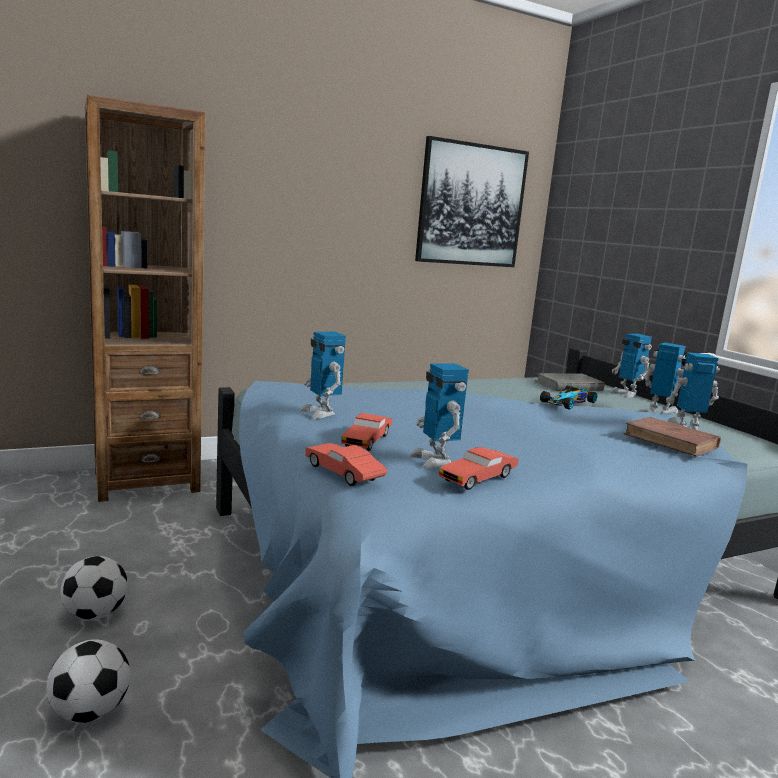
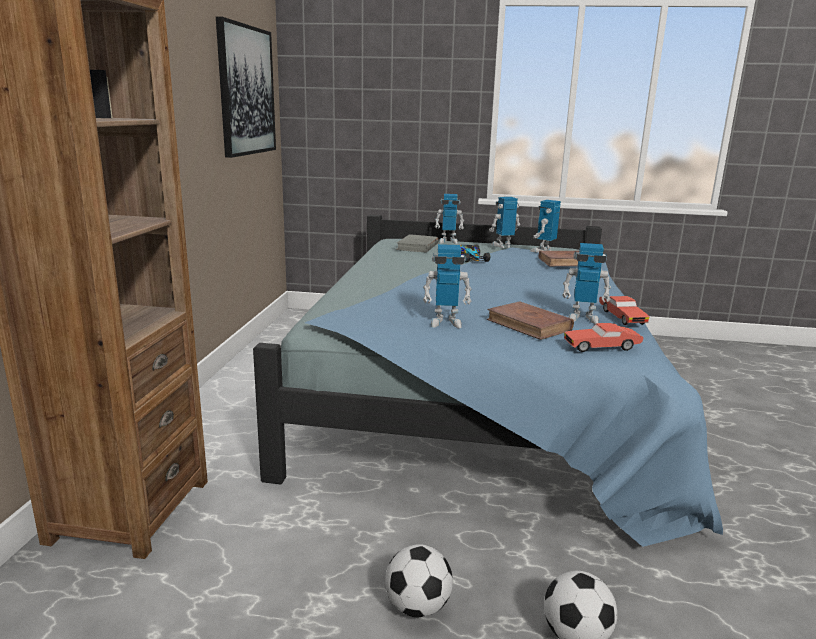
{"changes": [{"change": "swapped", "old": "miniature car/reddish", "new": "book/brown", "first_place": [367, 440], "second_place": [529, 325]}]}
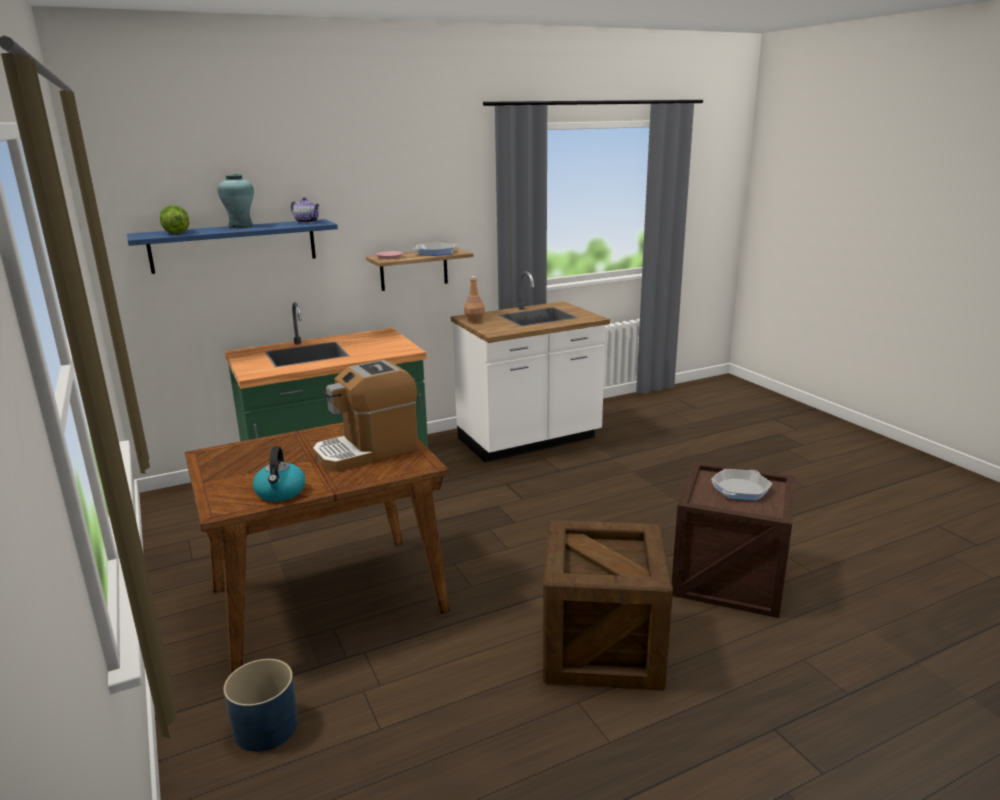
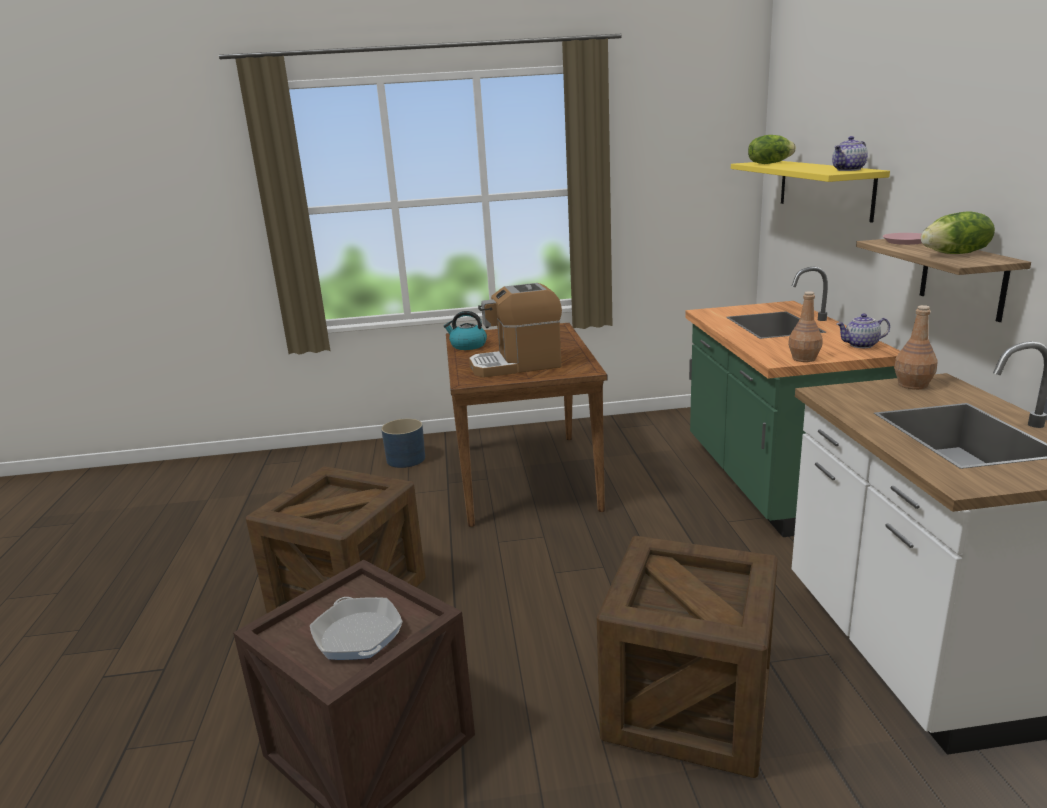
{"changes": [{"change": "gone", "old": "vase/blue-green", "first_place": [241, 227]}, {"change": "repainted", "old": "shelf/blue", "new": "shelf/yellowish", "first_place": [234, 245], "second_place": [824, 188]}, {"change": "swapped", "old": "skillet", "new": "lettuce head", "first_place": [435, 252], "second_place": [955, 254]}, {"change": "rotated", "old": "coffee brewer", "first_place": [367, 451], "second_place": [516, 365], "degrees": -90}, {"change": "new", "new": "beverage bottle/brown", "second_place": [803, 359]}, {"change": "new", "new": "teapot", "second_place": [861, 345]}, {"change": "new", "new": "crate", "second_place": [688, 705]}]}
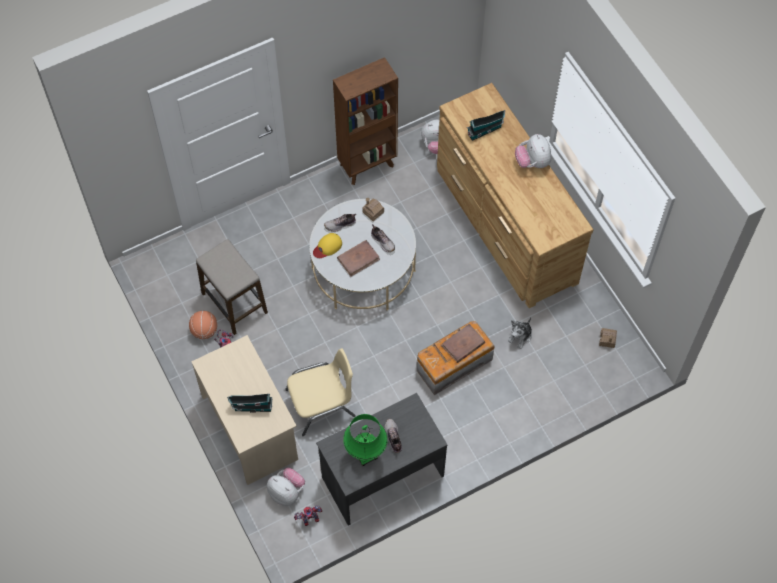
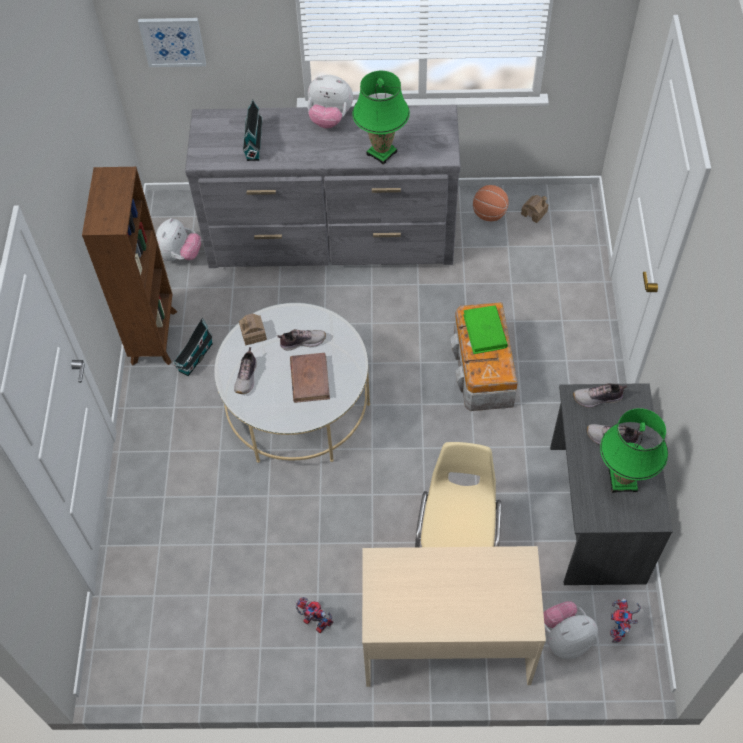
{"changes": [{"change": "repainted", "old": "dresser/brown", "new": "dresser/gray", "first_place": [505, 225], "second_place": [332, 238]}, {"change": "gone", "old": "baseball cap/yellowish", "first_place": [327, 247]}, {"change": "gone", "old": "sitting stool", "first_place": [234, 303]}, {"change": "shifted", "old": "basketball", "first_place": [204, 330], "second_place": [489, 214]}, {"change": "gone", "old": "cuddly toy", "first_place": [520, 336]}, {"change": "repainted", "old": "book/brown", "new": "book/green-coloured", "first_place": [463, 344], "second_place": [484, 331]}, {"change": "shifted", "old": "miniature house", "first_place": [251, 407], "second_place": [194, 359]}, {"change": "new", "new": "picture", "second_place": [173, 41]}, {"change": "new", "new": "table lamp/green-coloured", "second_place": [382, 153]}, {"change": "new", "new": "item of footwear", "second_place": [598, 398]}]}
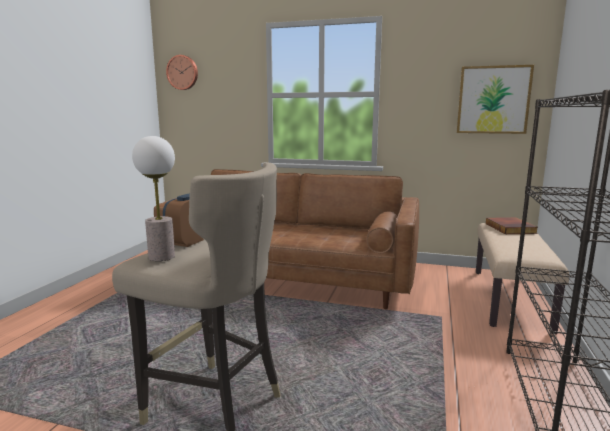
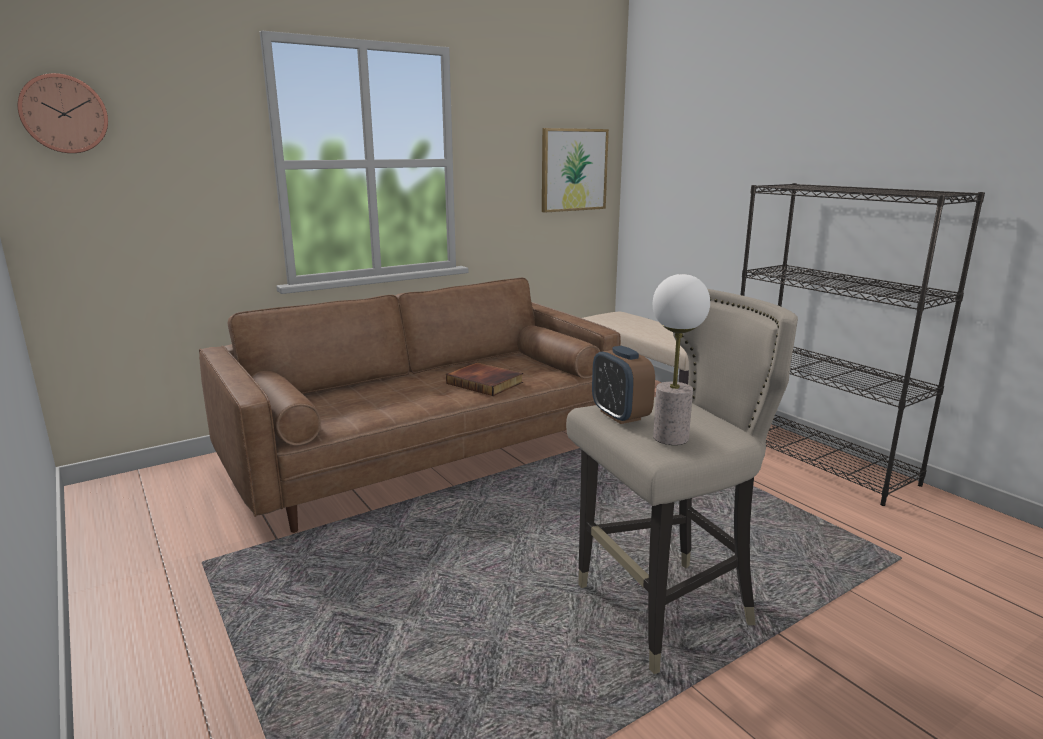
{"changes": [{"change": "shifted", "old": "book", "first_place": [511, 228], "second_place": [486, 382]}]}
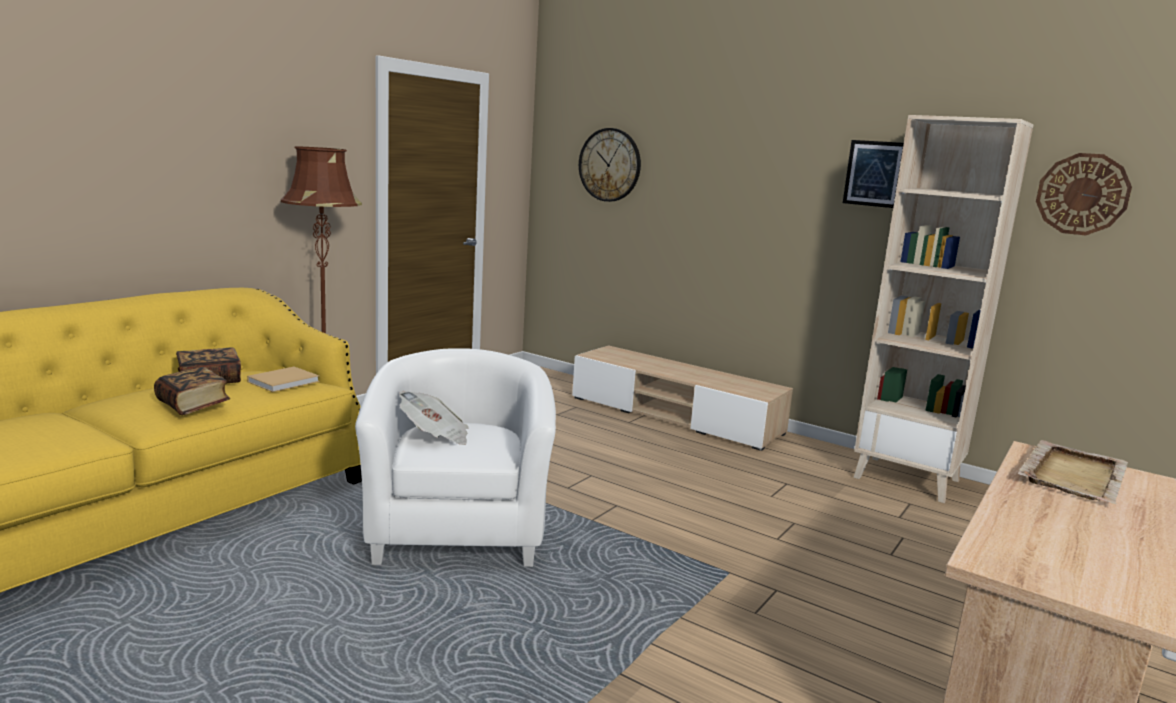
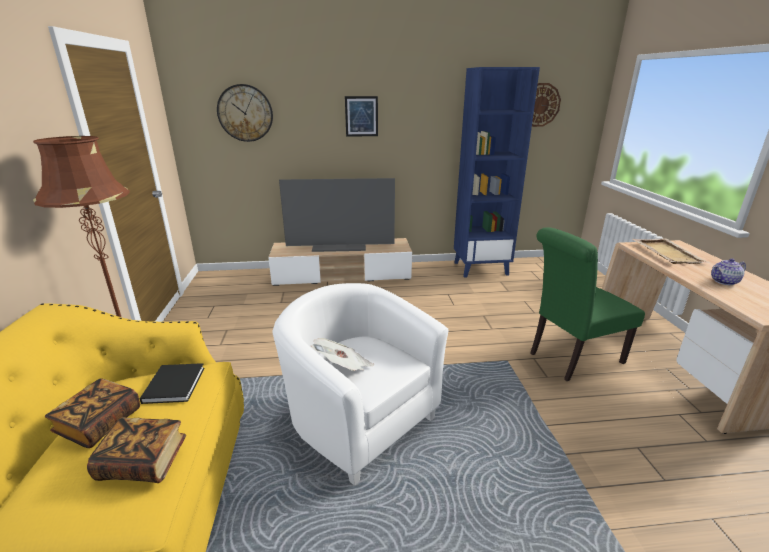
{"changes": [{"change": "repainted", "old": "bookshelf/beige-coloured", "new": "bookshelf/blue", "first_place": [907, 479], "second_place": [481, 268]}, {"change": "shifted", "old": "picture", "first_place": [874, 173], "second_place": [361, 116]}, {"change": "repainted", "old": "book/beige-coloured", "new": "book/blackish", "first_place": [285, 381], "second_place": [175, 383]}, {"change": "new", "new": "TV", "second_place": [340, 246]}, {"change": "new", "new": "upright chair/green-coloured", "second_place": [571, 358]}, {"change": "new", "new": "teapot", "second_place": [724, 281]}]}
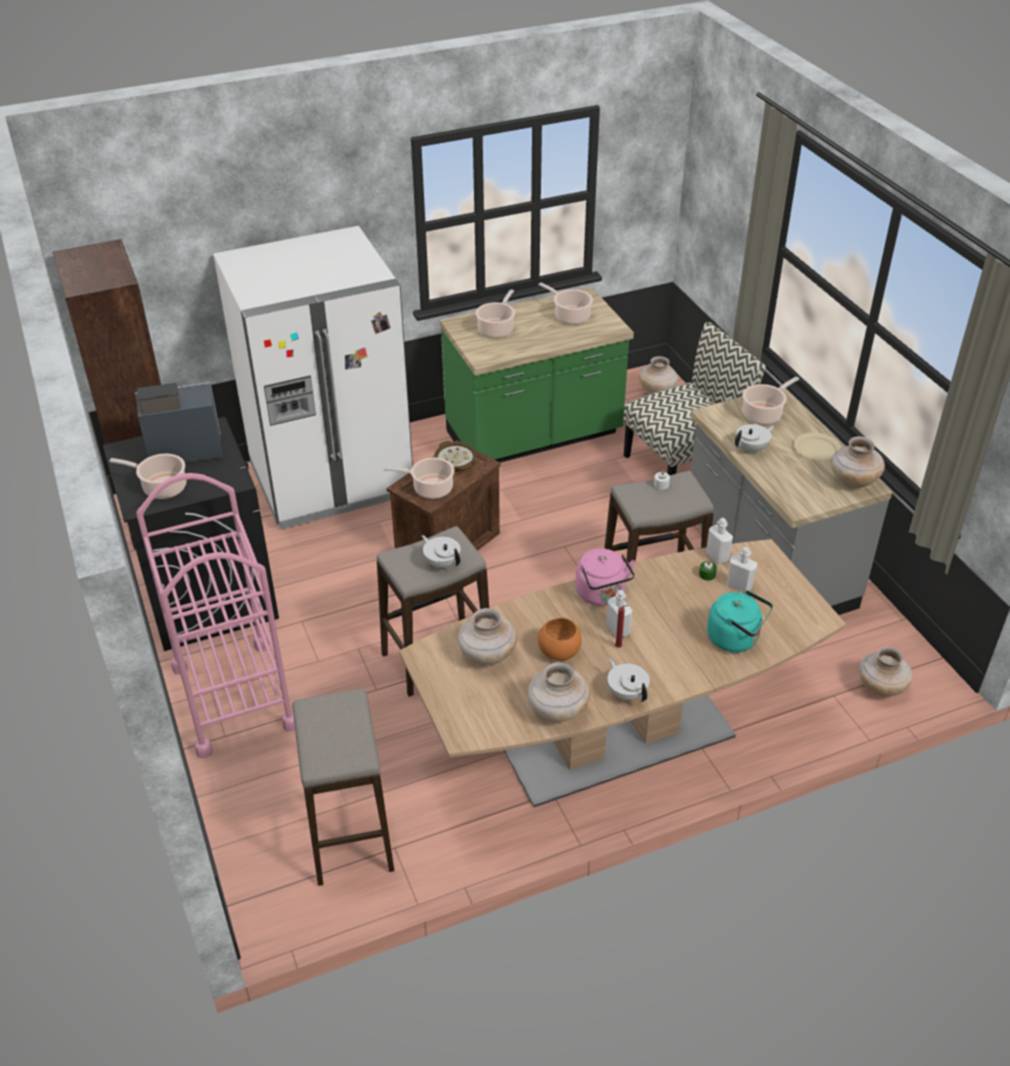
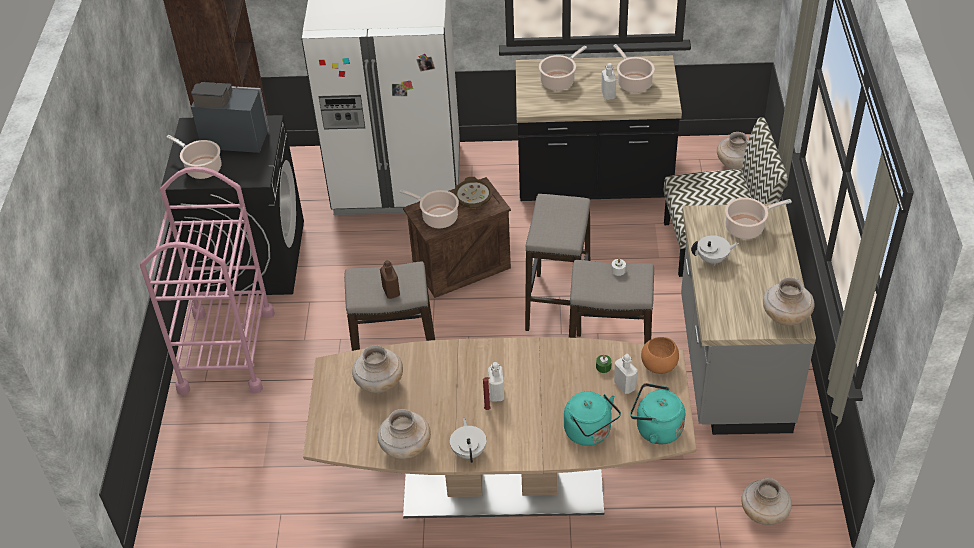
{"changes": [{"change": "repainted", "old": "kitchen base unit/green-coloured", "new": "kitchen base unit/blackish", "first_place": [534, 436], "second_place": [593, 182]}, {"change": "gone", "old": "plate/beige-coloured", "first_place": [816, 449]}, {"change": "shifted", "old": "beverage bottle/white", "first_place": [717, 556], "second_place": [608, 94]}, {"change": "swapped", "old": "teapot/white", "new": "beverage bottle/brown", "first_place": [442, 563], "second_place": [391, 292]}, {"change": "gone", "old": "water kettle/pink-coloured", "first_place": [602, 595]}, {"change": "shifted", "old": "serving bowl/orange-coloured", "first_place": [560, 651], "second_place": [660, 365]}, {"change": "shifted", "old": "sitting stool", "first_place": [349, 834], "second_place": [558, 305]}, {"change": "new", "new": "water kettle/blue-green", "second_place": [655, 429]}]}
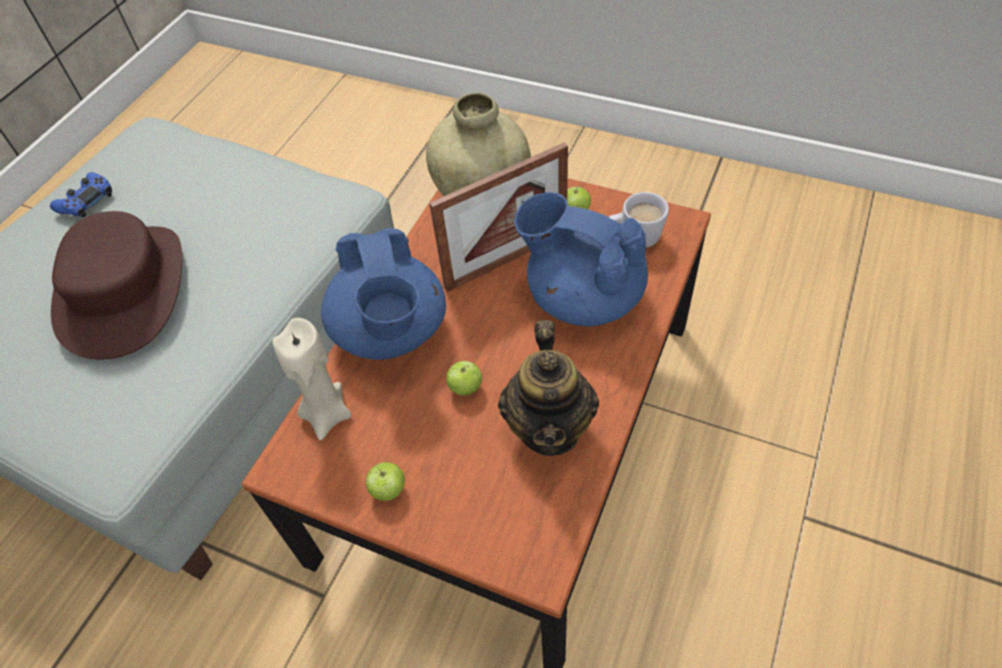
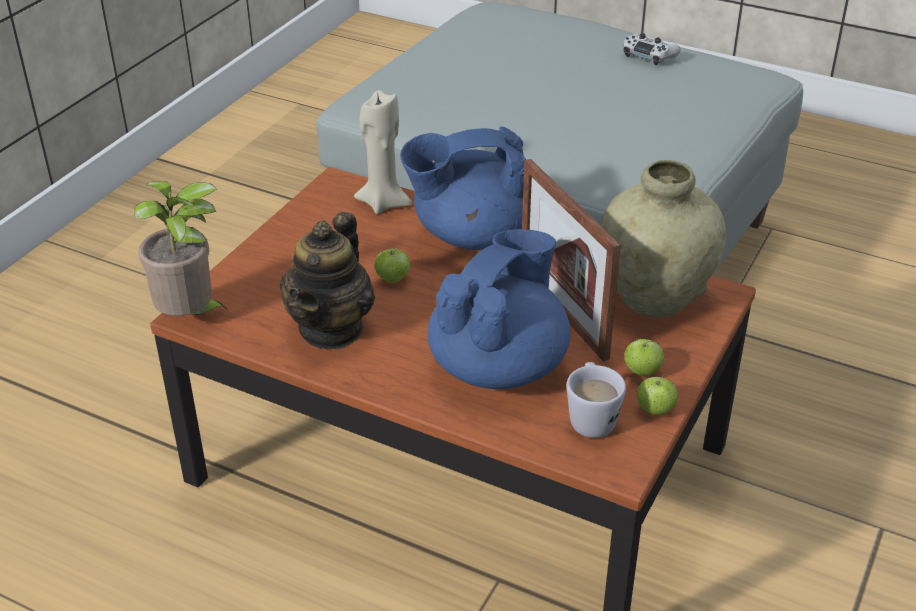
{"changes": [{"change": "repainted", "old": "joypad/blue", "new": "joypad/white", "first_place": [86, 201], "second_place": [649, 55]}, {"change": "gone", "old": "clothing hat/brown", "first_place": [125, 290]}, {"change": "rotated", "old": "teapot", "first_place": [550, 427], "second_place": [332, 329], "degrees": -75}, {"change": "shifted", "old": "apple", "first_place": [388, 490], "second_place": [655, 410]}, {"change": "new", "new": "potted plant", "second_place": [191, 318]}]}
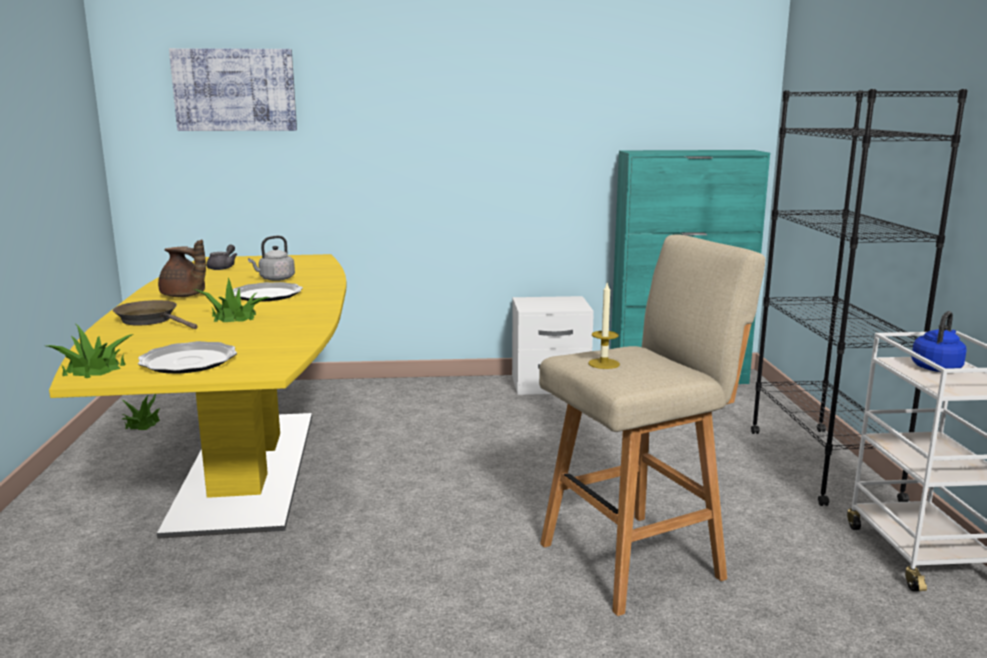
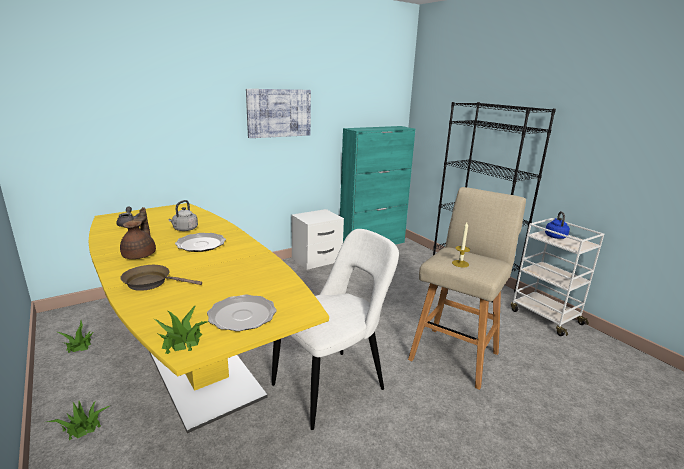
{"changes": [{"change": "shifted", "old": "picture", "first_place": [235, 90], "second_place": [279, 113]}, {"change": "rotated", "old": "teapot/brown", "first_place": [184, 296], "second_place": [140, 254], "degrees": -90}, {"change": "shifted", "old": "potted plant", "first_place": [234, 317], "second_place": [82, 426]}, {"change": "new", "new": "upright chair/white", "second_place": [333, 385]}]}
